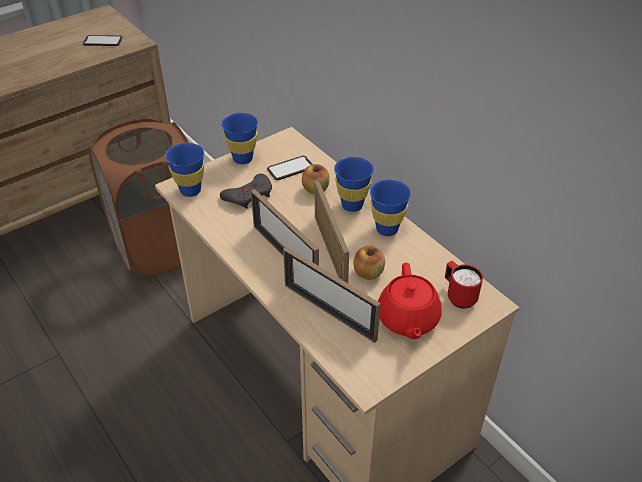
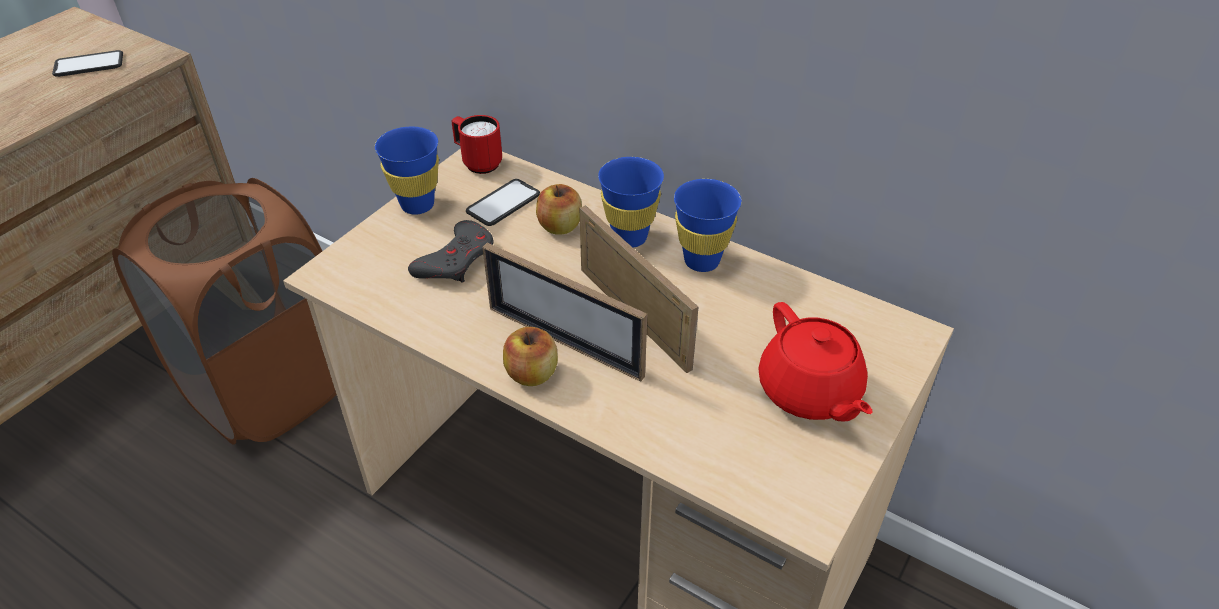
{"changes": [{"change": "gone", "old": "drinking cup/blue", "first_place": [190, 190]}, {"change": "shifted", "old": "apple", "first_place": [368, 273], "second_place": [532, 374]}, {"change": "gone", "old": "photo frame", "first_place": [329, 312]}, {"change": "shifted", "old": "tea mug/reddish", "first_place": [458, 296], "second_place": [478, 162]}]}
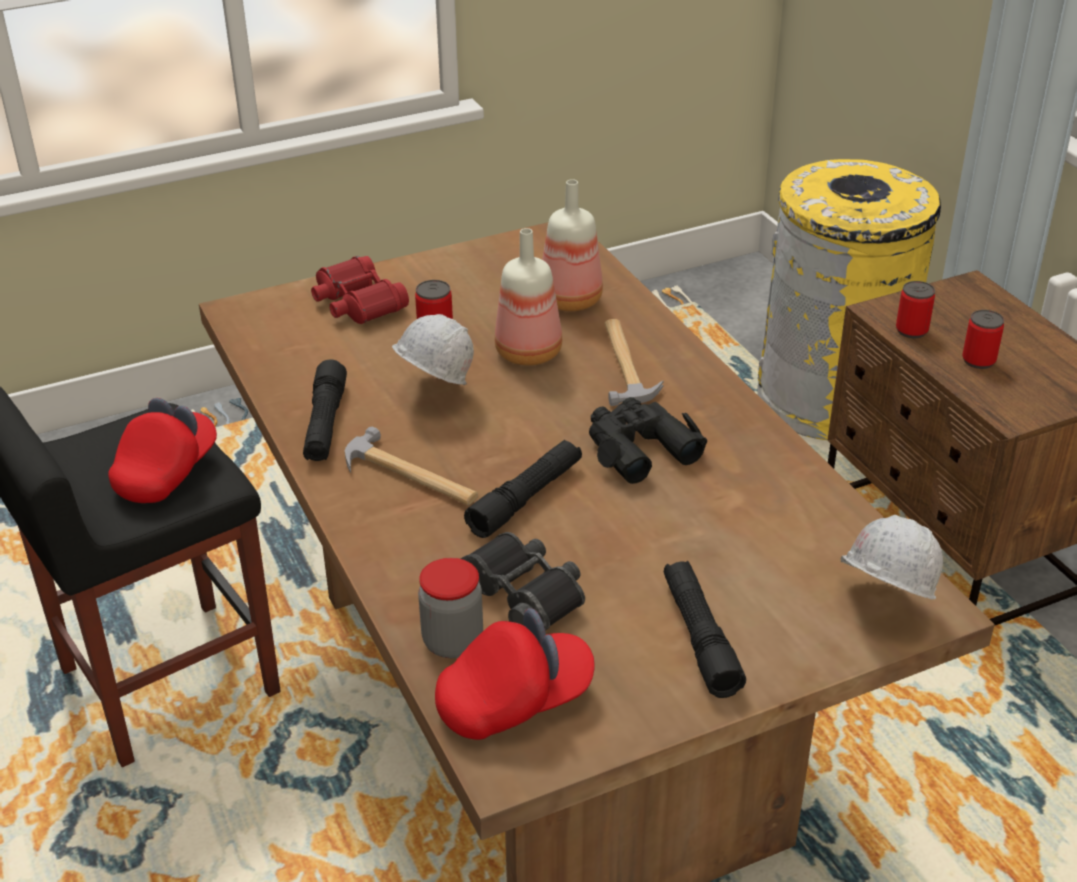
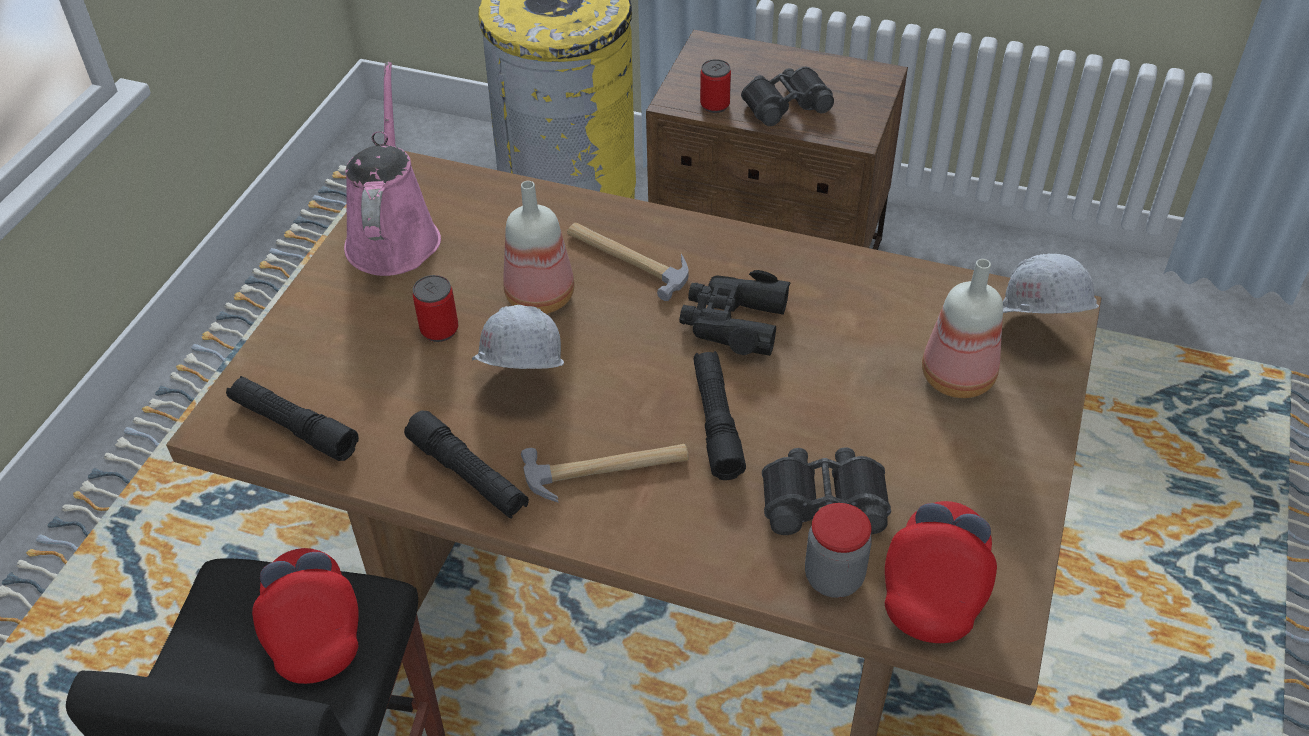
{"changes": [{"change": "shifted", "old": "beverage bottle", "first_place": [568, 301], "second_place": [957, 379]}, {"change": "gone", "old": "field glasses/reddish", "first_place": [357, 303]}, {"change": "swapped", "old": "can", "new": "field glasses/blackish", "first_place": [978, 360], "second_place": [785, 104]}, {"change": "shifted", "old": "torch/blackish", "first_place": [700, 637], "second_place": [294, 427]}, {"change": "new", "new": "watering pot/pink-coloured", "second_place": [393, 236]}]}
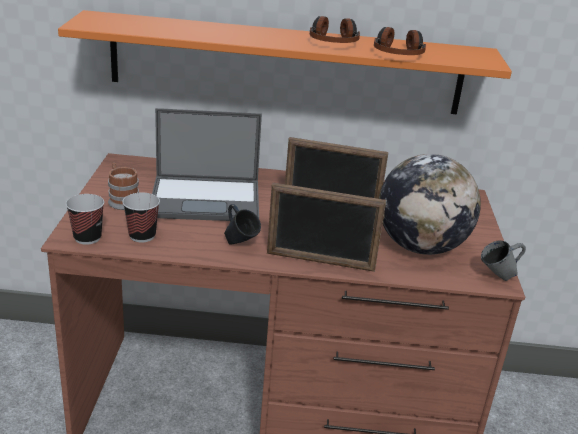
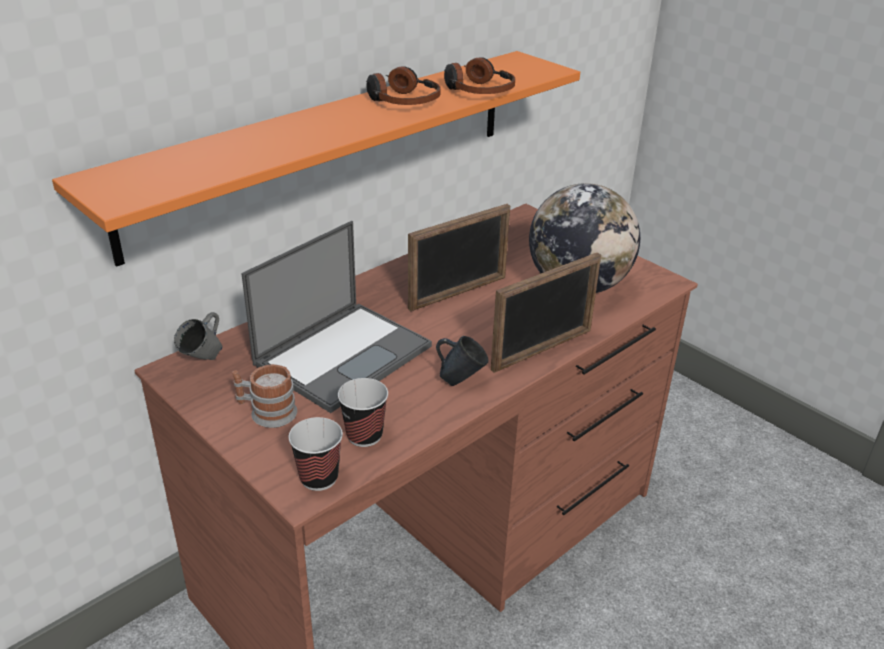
{"changes": [{"change": "shifted", "old": "tea mug/gray", "first_place": [497, 278], "second_place": [204, 361]}]}
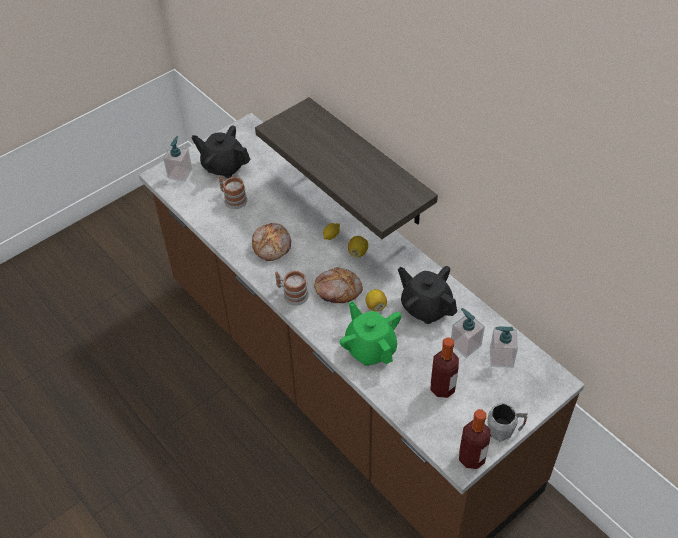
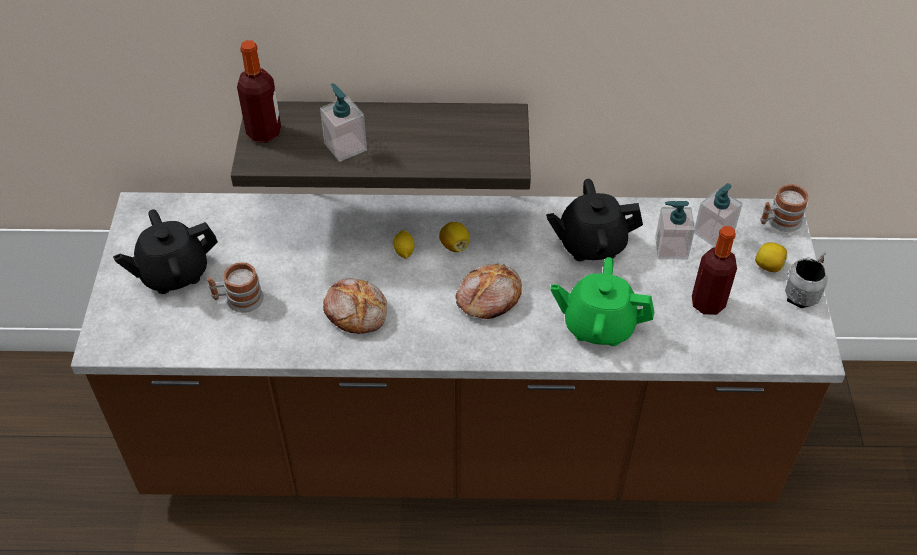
{"changes": [{"change": "shifted", "old": "soap bottle", "first_place": [180, 173], "second_place": [345, 146]}, {"change": "shifted", "old": "tea mug", "first_place": [292, 294], "second_place": [779, 221]}, {"change": "shifted", "old": "citrus fruit", "first_place": [375, 306], "second_place": [768, 266]}, {"change": "shifted", "old": "beverage bottle", "first_place": [471, 458], "second_place": [264, 132]}]}
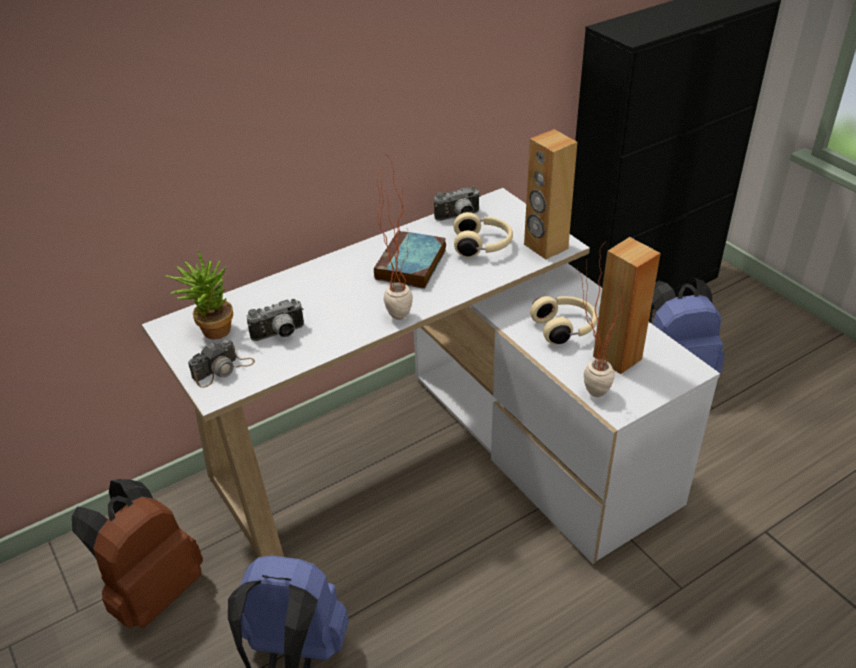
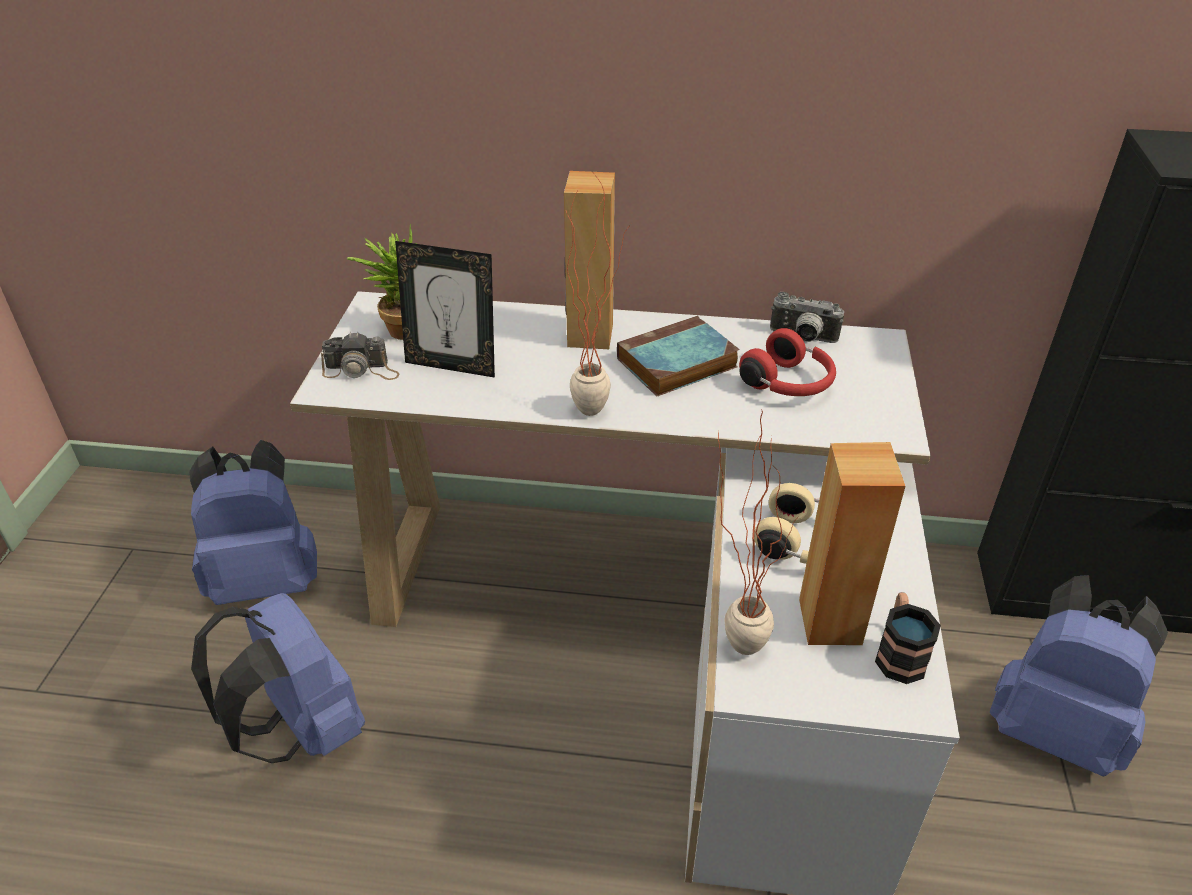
{"changes": [{"change": "shifted", "old": "speaker/brown", "first_place": [545, 247], "second_place": [589, 335]}, {"change": "repainted", "old": "headset/beige-coloured", "new": "headset/reddish", "first_place": [483, 245], "second_place": [789, 384]}, {"change": "swapped", "old": "photo camera", "new": "photo frame", "first_place": [279, 335], "second_place": [452, 365]}, {"change": "repainted", "old": "knapsack/brown", "new": "knapsack/blue", "first_place": [152, 591], "second_place": [267, 579]}, {"change": "new", "new": "tea mug", "second_place": [899, 653]}]}
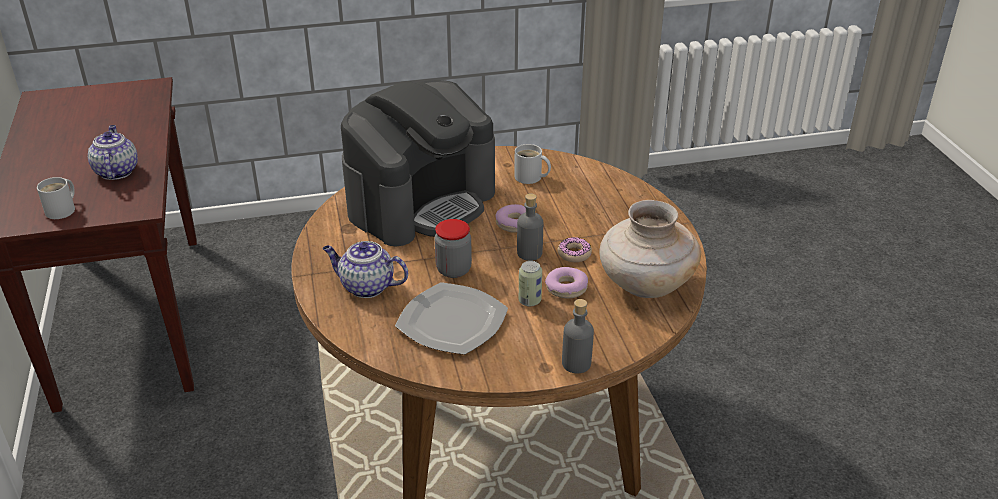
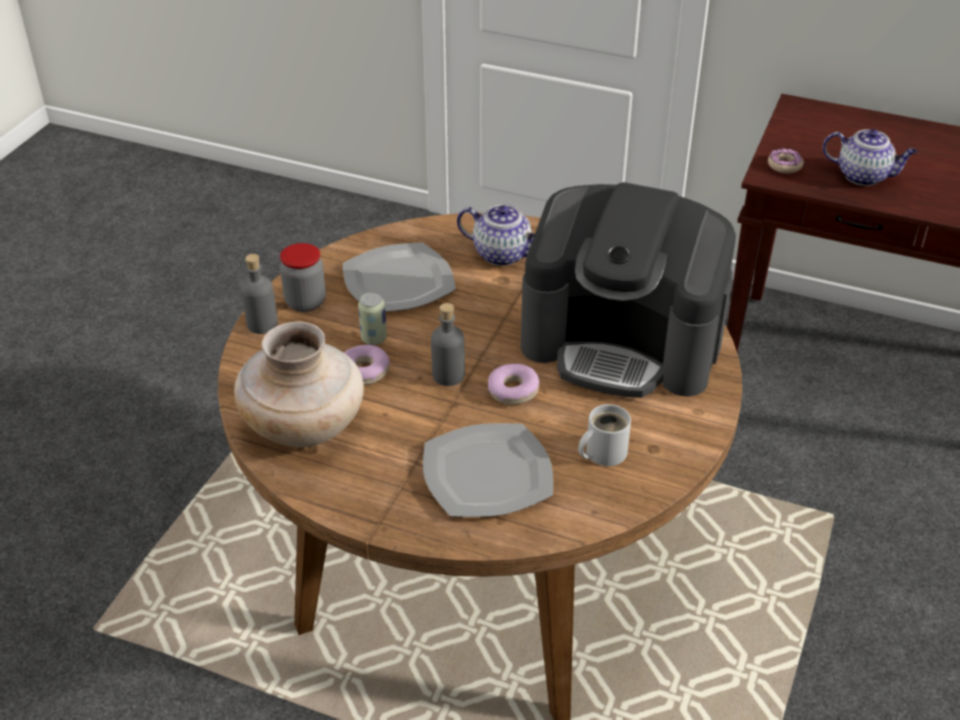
{"changes": [{"change": "rotated", "old": "coffee brewer", "first_place": [421, 202], "second_place": [623, 342], "degrees": -60}, {"change": "gone", "old": "tea mug/white", "first_place": [63, 210]}, {"change": "shifted", "old": "storage jar", "first_place": [453, 270], "second_place": [305, 302]}, {"change": "shifted", "old": "donut", "first_place": [574, 254], "second_place": [784, 165]}, {"change": "rotated", "old": "teapot", "first_place": [366, 287], "second_place": [503, 254], "degrees": 60}, {"change": "new", "new": "plate", "second_place": [489, 474]}]}
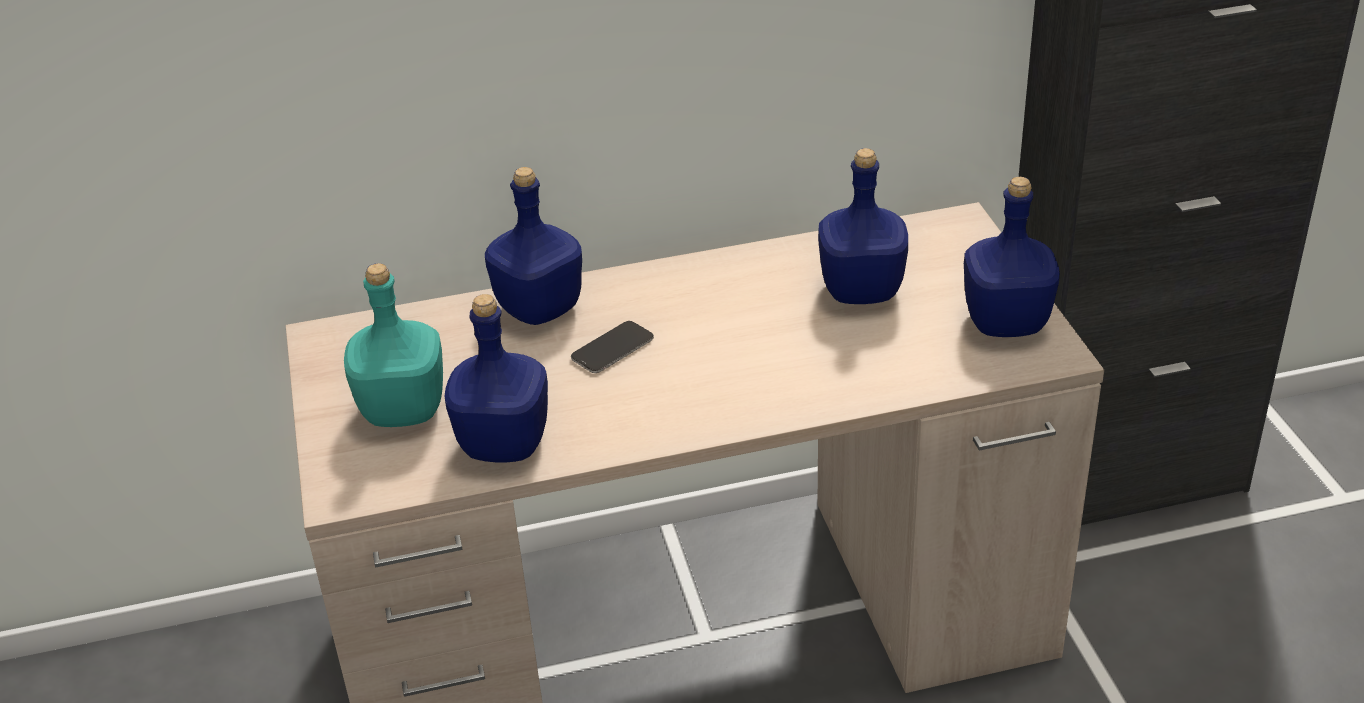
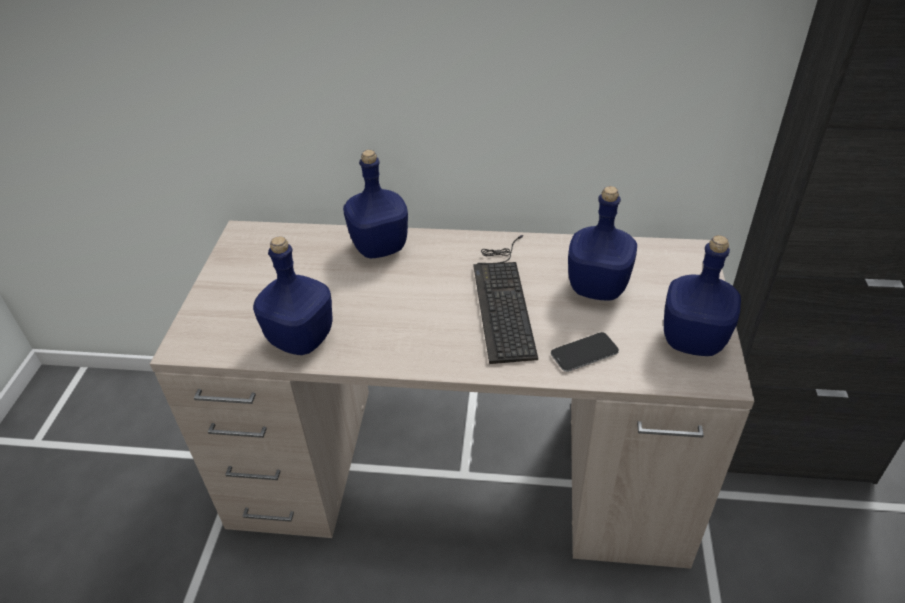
{"changes": [{"change": "gone", "old": "beverage bottle/blue-green", "first_place": [401, 410]}, {"change": "shifted", "old": "handset", "first_place": [612, 349], "second_place": [584, 353]}, {"change": "new", "new": "keyboard", "second_place": [503, 298]}]}
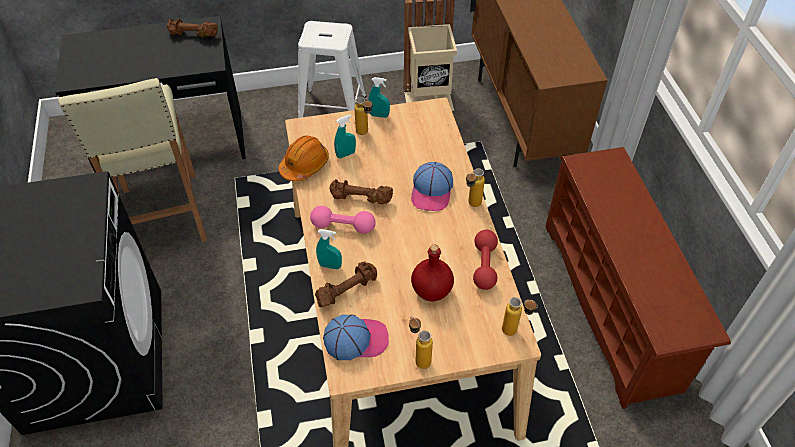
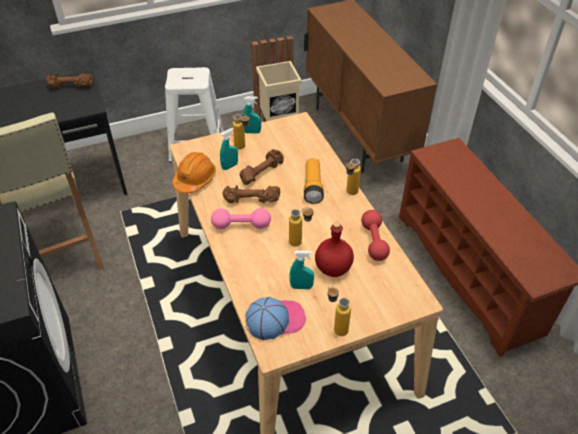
{"changes": [{"change": "swapped", "old": "baseball cap", "new": "torch", "first_place": [432, 191], "second_place": [313, 187]}, {"change": "shifted", "old": "hand sprayer/blue-green", "first_place": [330, 265], "second_place": [301, 286]}, {"change": "shifted", "old": "hand weight/brown", "first_place": [346, 290], "second_place": [261, 172]}, {"change": "shifted", "old": "beverage bottle", "first_place": [515, 332], "second_place": [300, 243]}]}
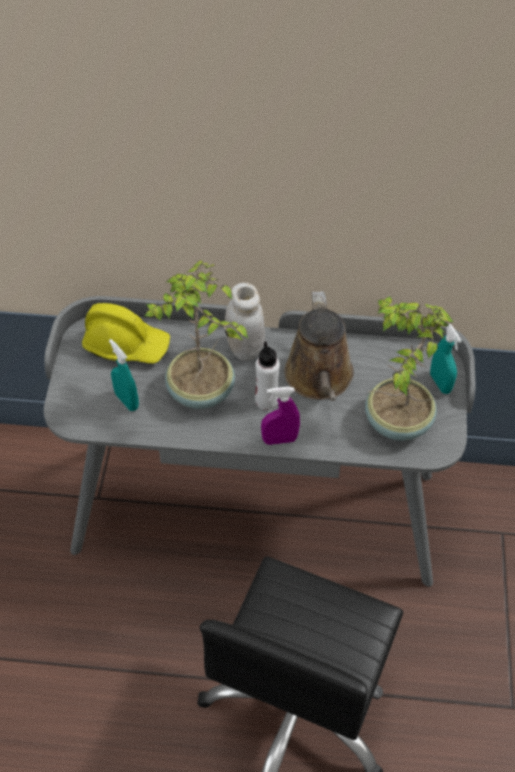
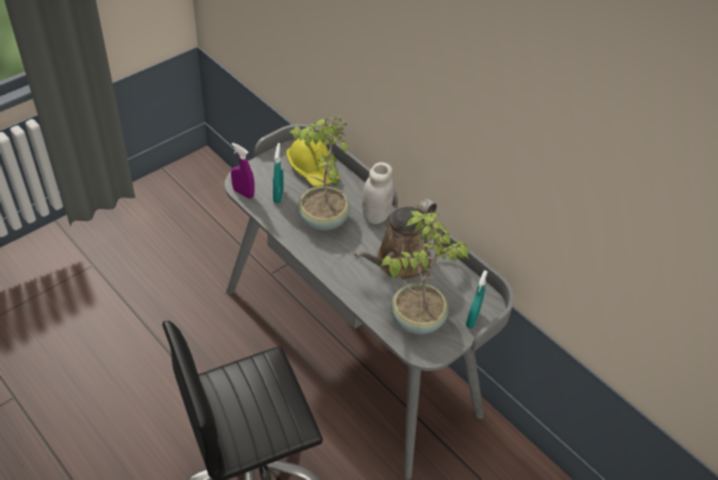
{"changes": [{"change": "gone", "old": "beverage bottle/white", "first_place": [266, 401]}, {"change": "shifted", "old": "hand sprayer/purple", "first_place": [279, 440], "second_place": [243, 193]}]}
